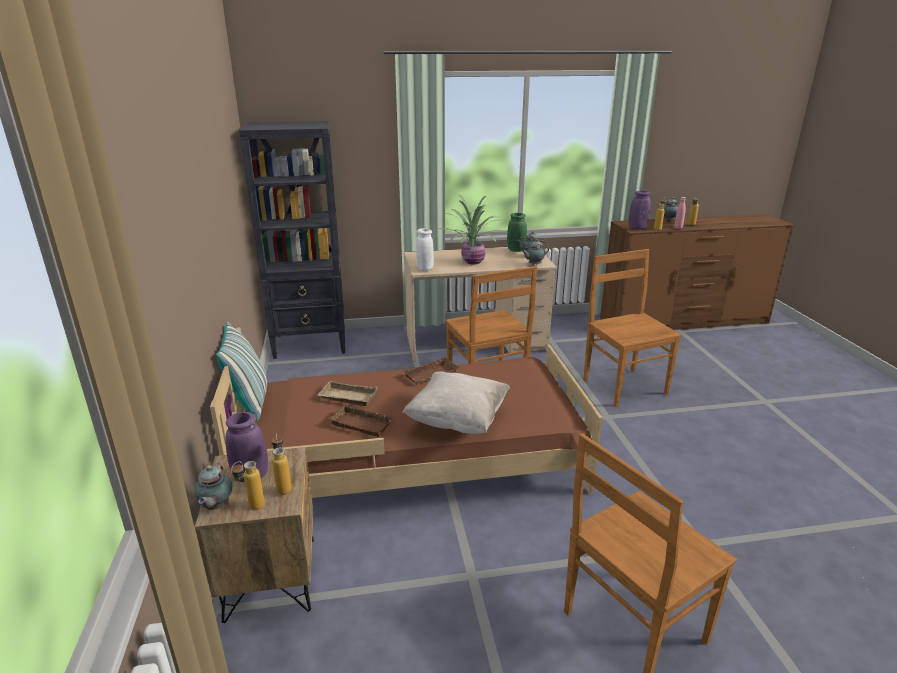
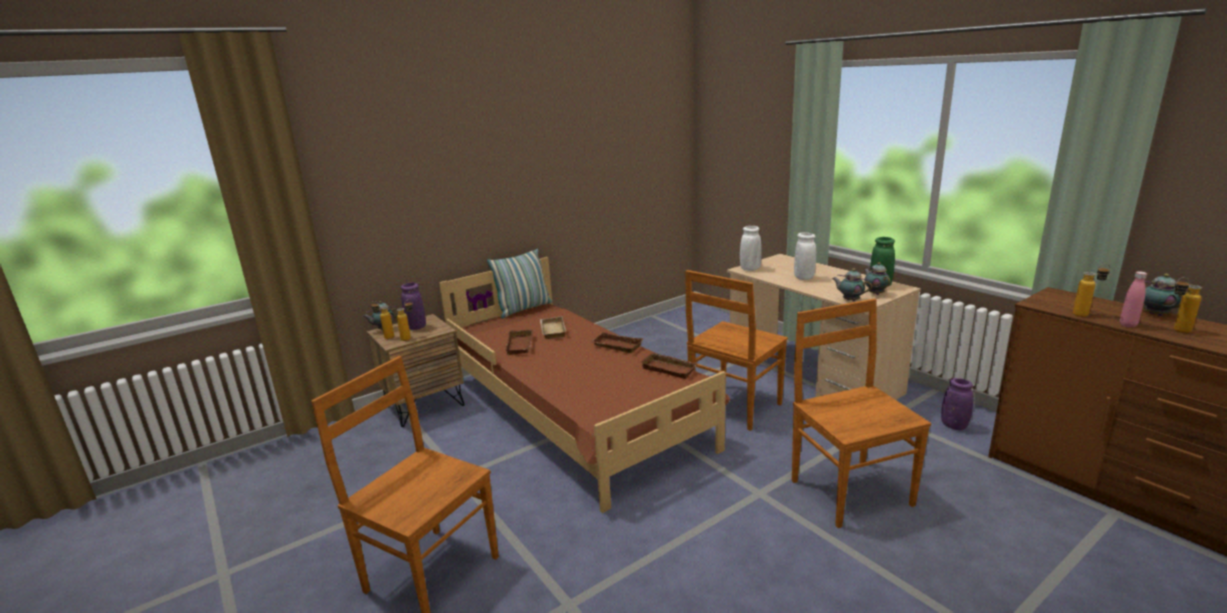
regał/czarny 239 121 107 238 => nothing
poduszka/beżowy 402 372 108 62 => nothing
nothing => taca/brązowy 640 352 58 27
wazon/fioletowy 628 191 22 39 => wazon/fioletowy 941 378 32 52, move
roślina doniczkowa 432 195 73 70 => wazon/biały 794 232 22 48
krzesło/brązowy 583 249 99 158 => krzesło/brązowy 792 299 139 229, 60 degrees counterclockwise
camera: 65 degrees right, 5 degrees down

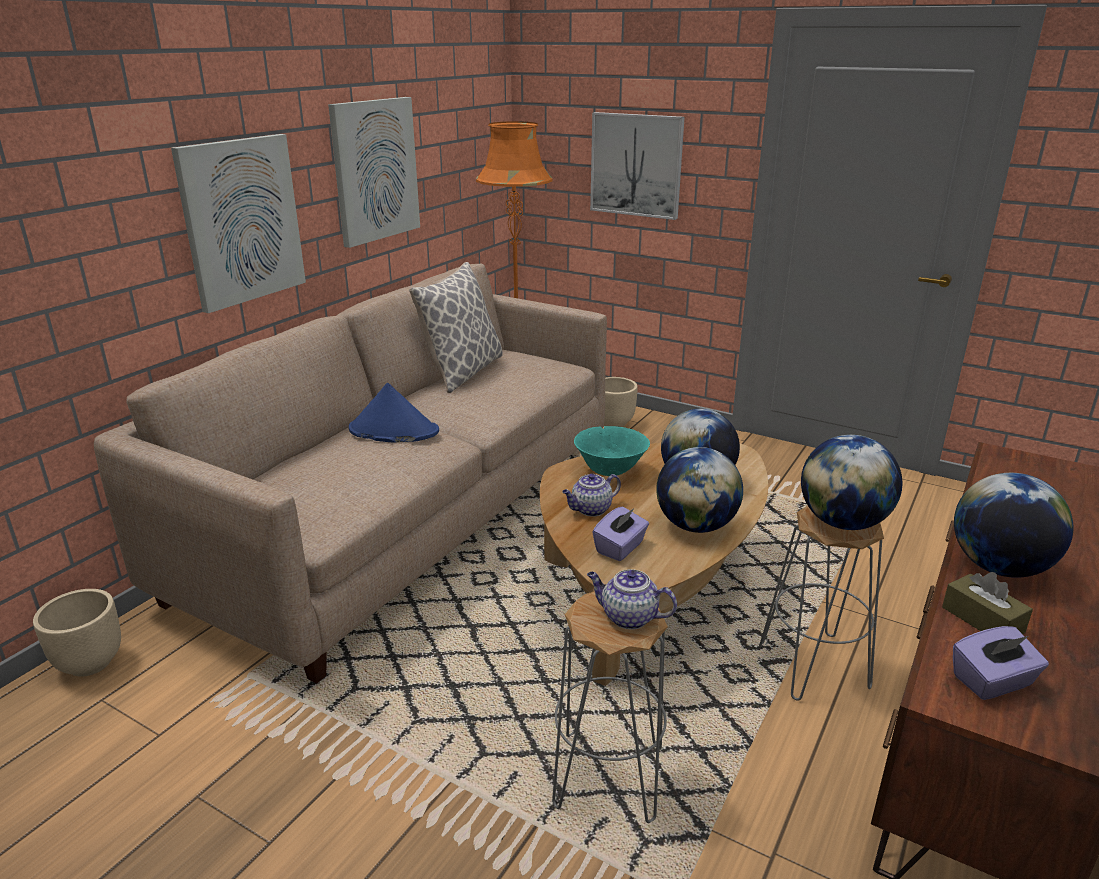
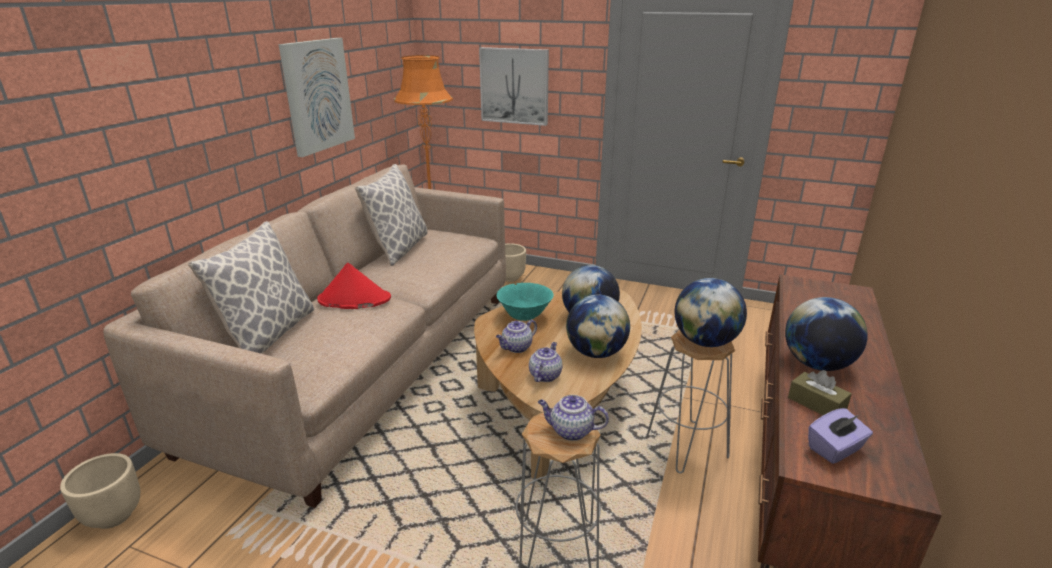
obraz 171 134 135 179 => nothing
nothing => poduszka 188 221 126 133
pudełko chusteczek/fioletowy 592 506 57 55 => imbryk 529 342 34 40
kapelusz/niebieski 349 383 90 59 => kapelusz/czerwony 317 263 74 46
camera: 10 degrees left, 0 degrees up

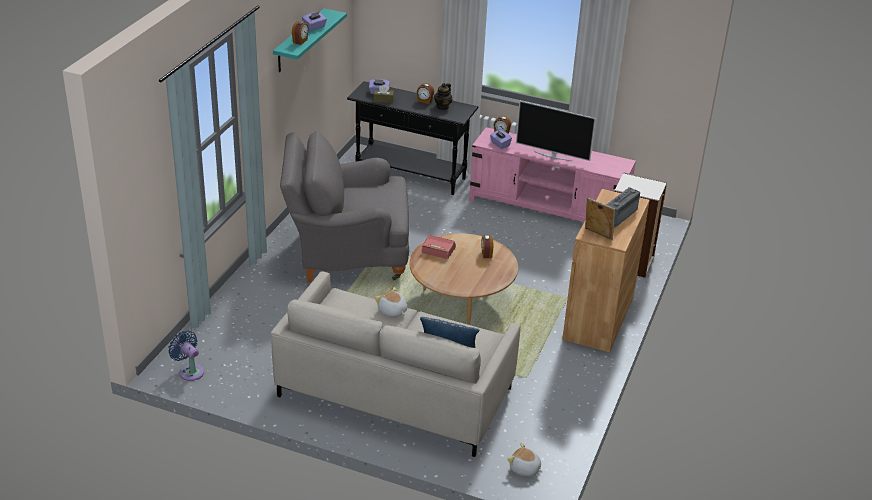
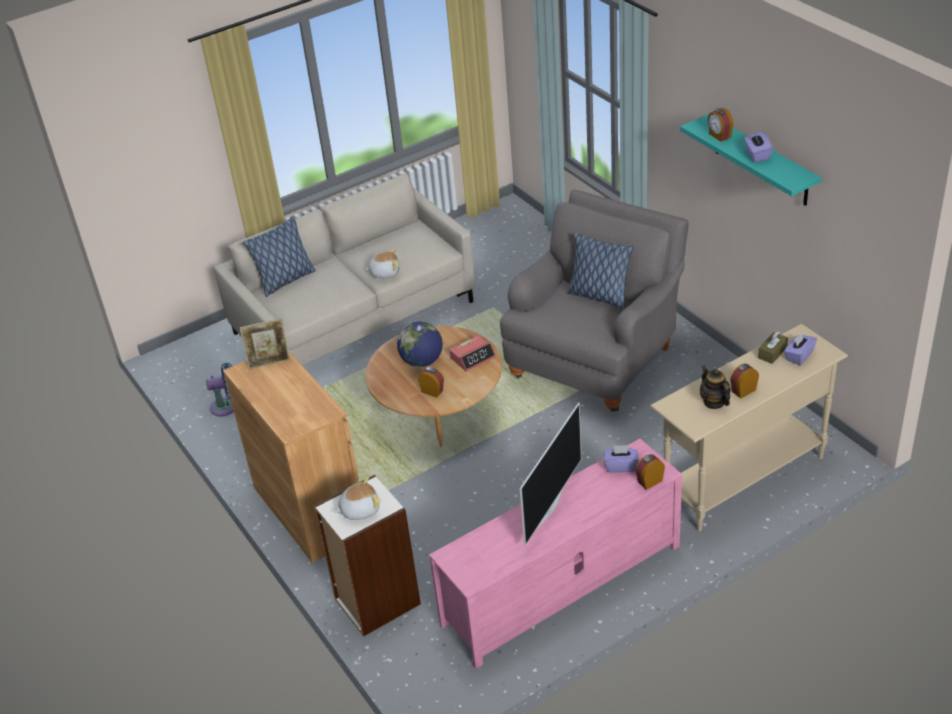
radio 606 187 34 41 => nothing
nothing => globus 397 322 46 45
nothing => poduszka 567 233 66 76
wentylator/niebieski 168 331 36 50 => wentylator/niebieski 206 363 28 54, move
pluszak 507 443 36 33 => pluszak 335 476 46 44, move
stolik konsolowy/czarny 347 81 132 114 => stolik konsolowy/beżowy 650 324 198 208
telewizor 516 101 80 60 => telewizor 520 402 62 144, 150 degrees clockwise
camera: 130 degrees right, 5 degrees up

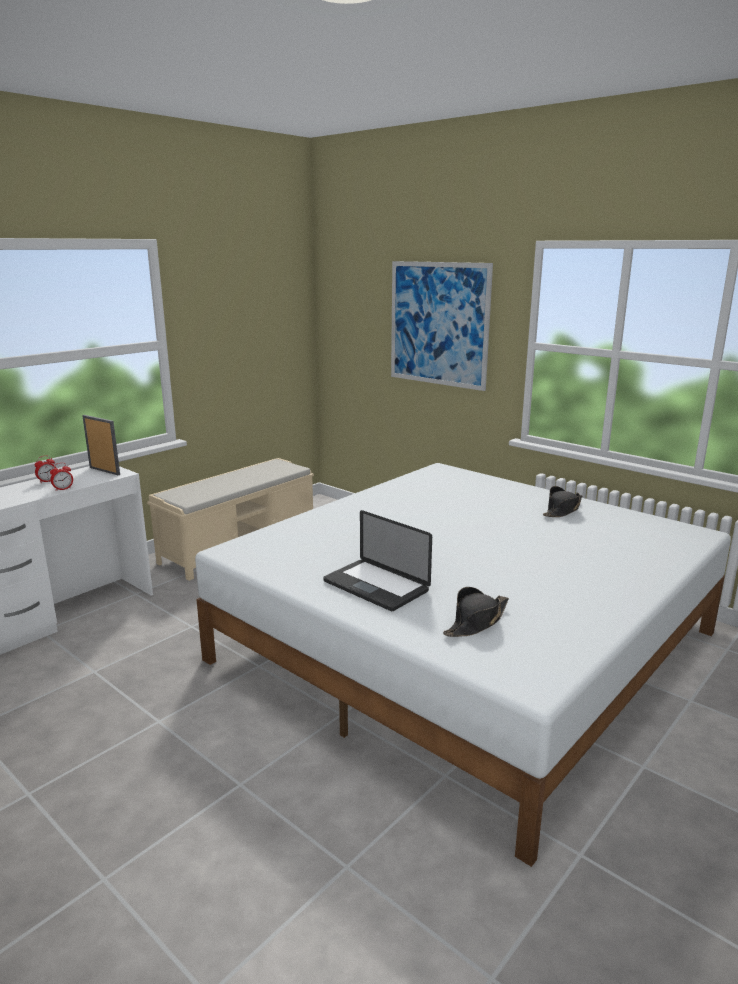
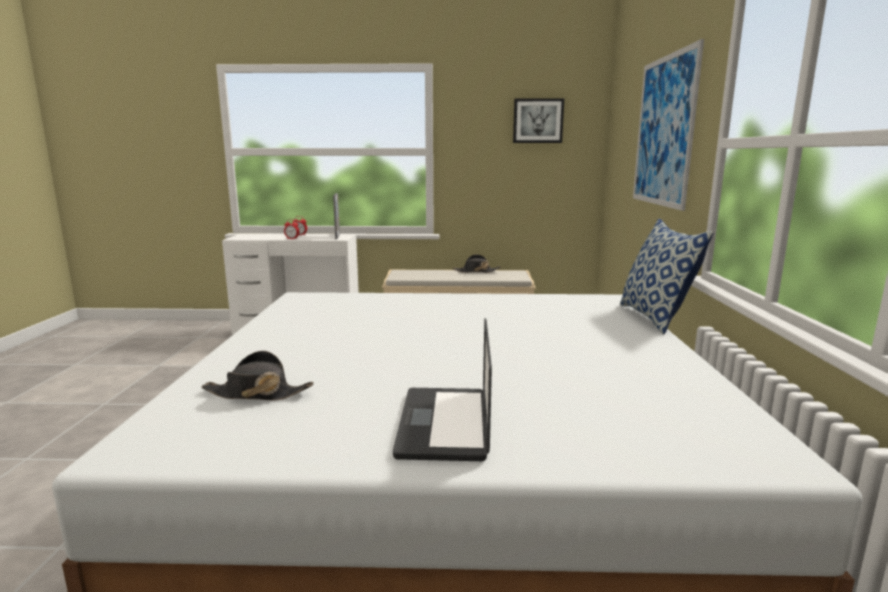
nothing => obraz 513 98 51 45
nothing => poduszka 620 219 94 115
laptop 323 510 109 101 => laptop 393 318 99 143, move
kapelusz/czarny 543 486 39 31 => kapelusz/czarny 453 254 48 19, move
camera: 50 degrees right, 5 degrees down

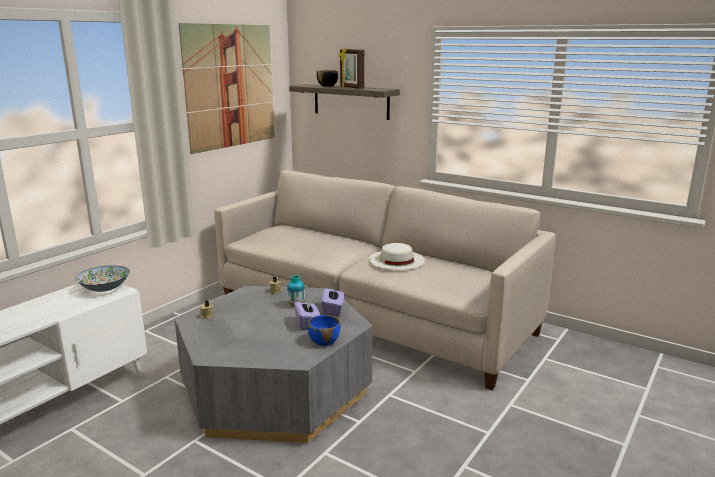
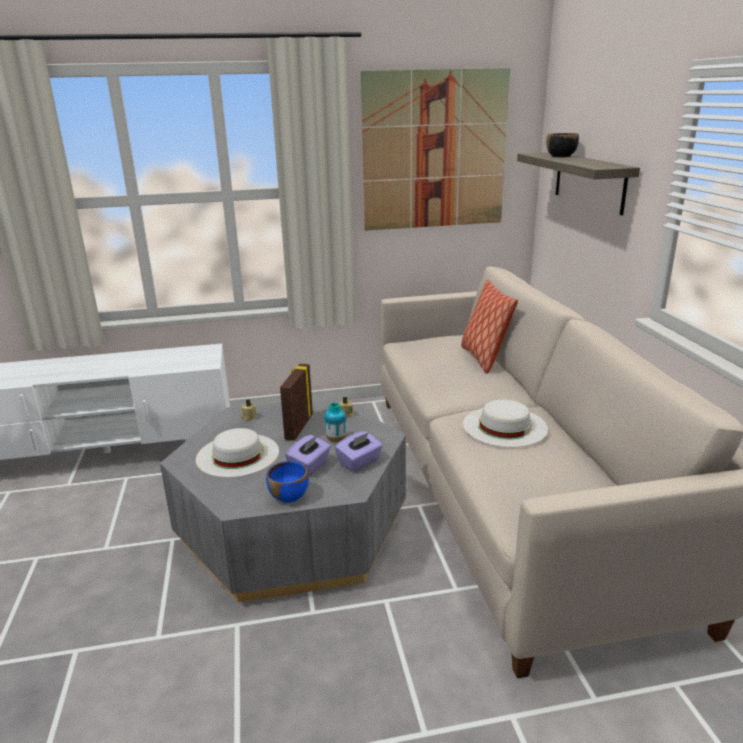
miska 75 265 55 27 => nothing
nothing => kapelusz/biały 196 428 83 49
nothing => poduszka 461 280 57 94
ramka na zdjęcie 339 48 25 41 => ramka na zdjęcie 280 363 33 78, move
camera: 45 degrees right, 5 degrees up

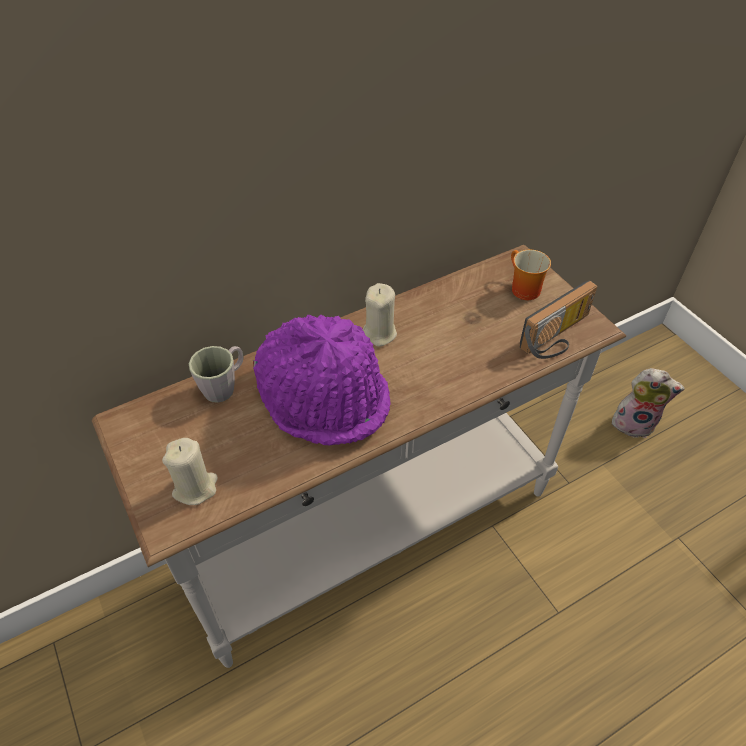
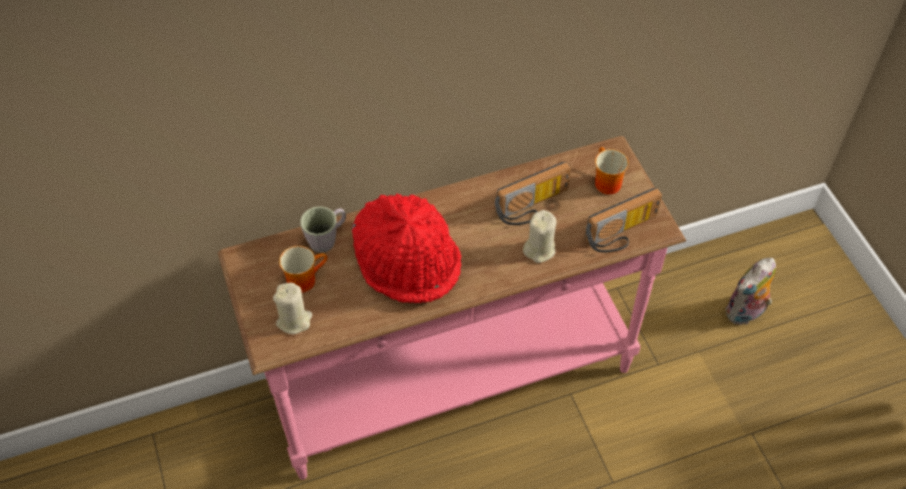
nothing => kubek 279 246 48 47
nothing => radio 495 162 76 63
świeca/beżowy 363 283 34 64 => świeca/beżowy 523 210 34 53, move
stolik konsolowy/biały 92 245 534 423 => stolik konsolowy/różowy 218 136 468 344
kapelusz/fioletowy 253 314 138 131 => kapelusz/czerwony 352 193 110 110
pluszak 612 368 73 70 => pluszak 725 258 51 67, 120 degrees clockwise
camera: 10 degrees right, 5 degrees up

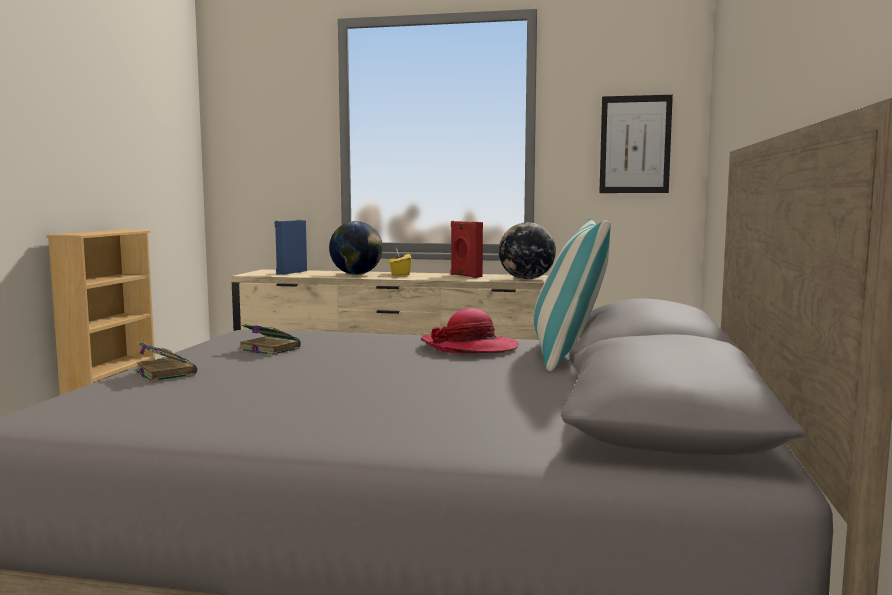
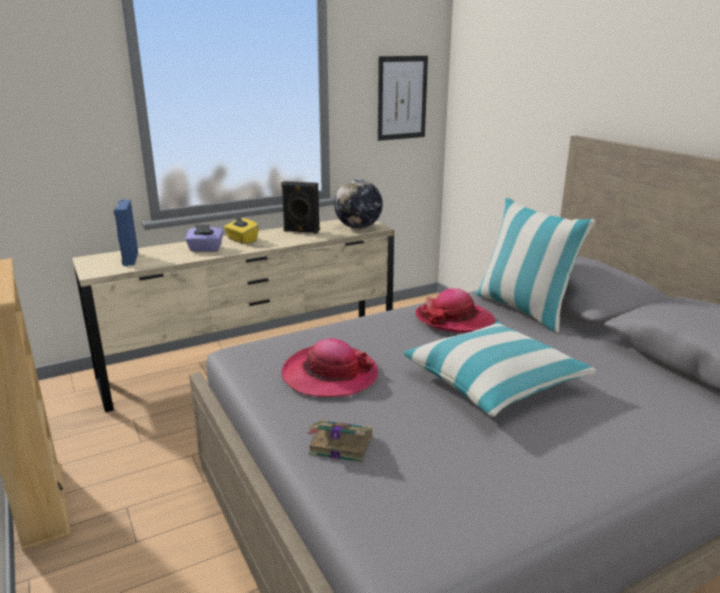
nothing => poduszka 404 321 192 96
książka 238 324 63 31 => kapelusz 281 339 97 58
globus 329 221 54 54 => pudełko chusteczek/fioletowy 185 224 38 28
głośnik/czerwony 451 221 32 57 => głośnik/czarny 281 181 38 53
camera: 40 degrees left, 15 degrees up

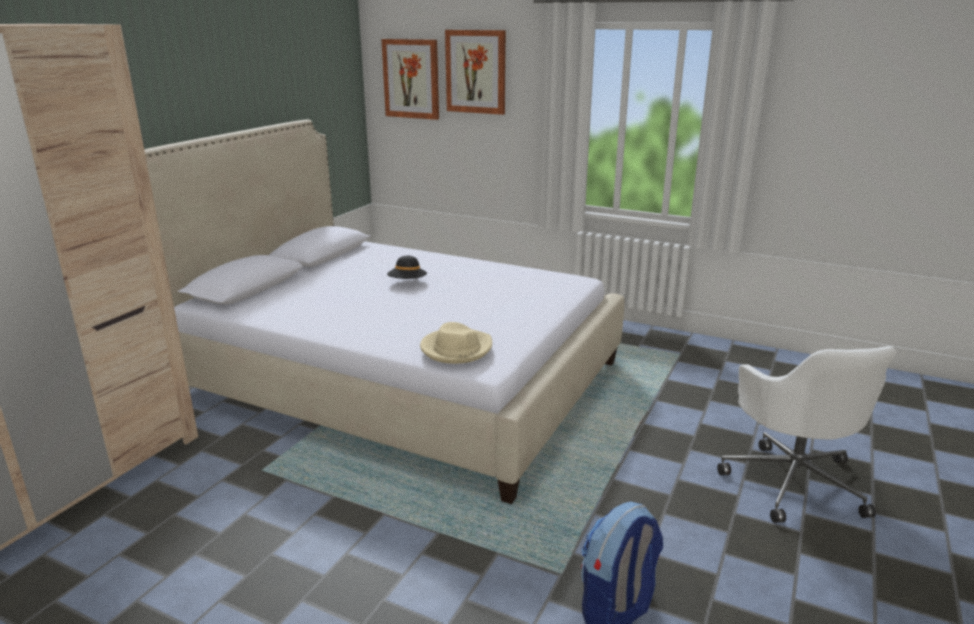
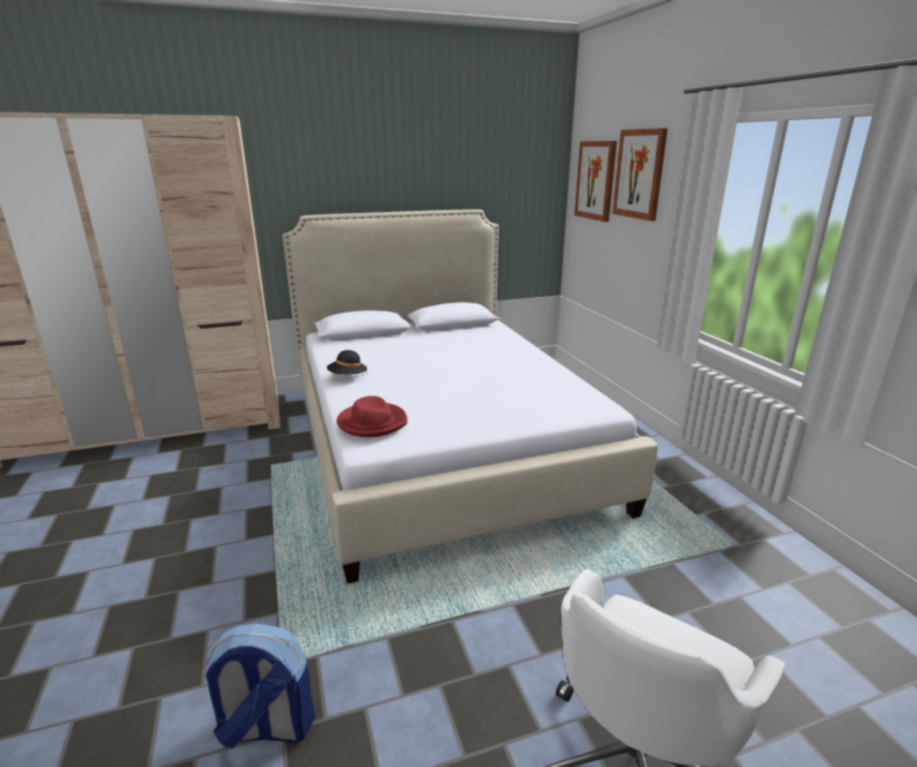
kapelusz/czarny 387 256 40 23 => kapelusz/czarny 327 350 40 25, move
kapelusz/beżowy 420 322 72 42 => kapelusz/czerwony 337 396 70 41
camera: 45 degrees right, 0 degrees up

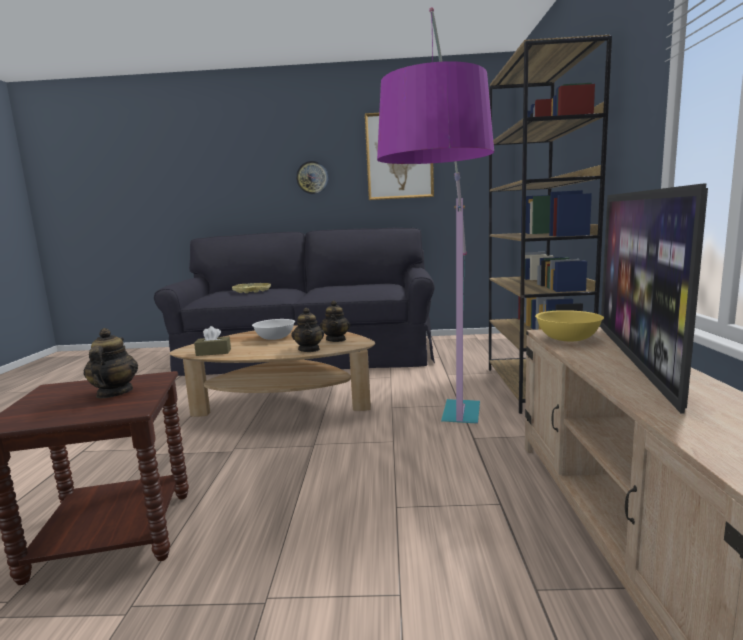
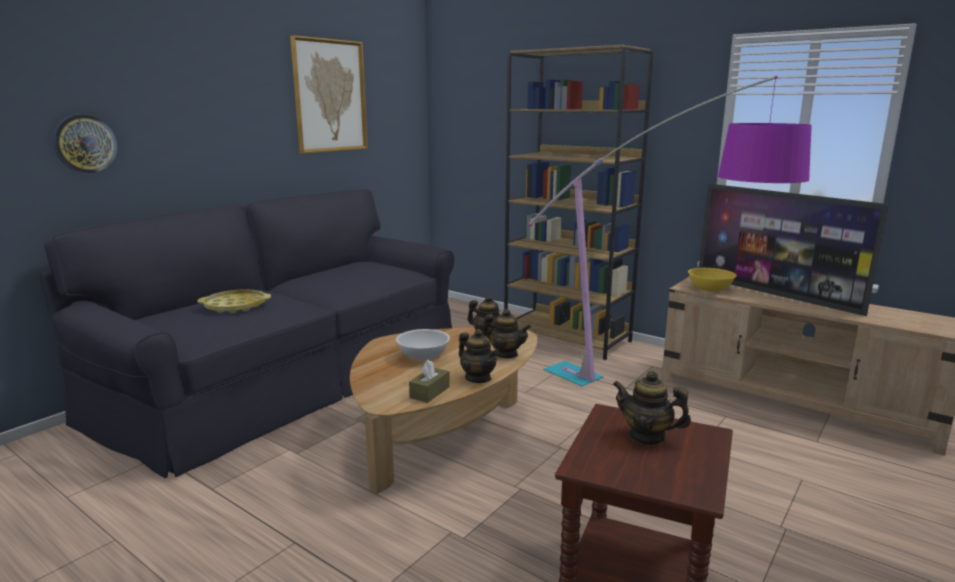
nothing => imbryk 459 329 40 54
zegar ścienny 296 161 32 33 => zegar ścienny 53 114 65 59, move
camera: 55 degrees left, 5 degrees up

